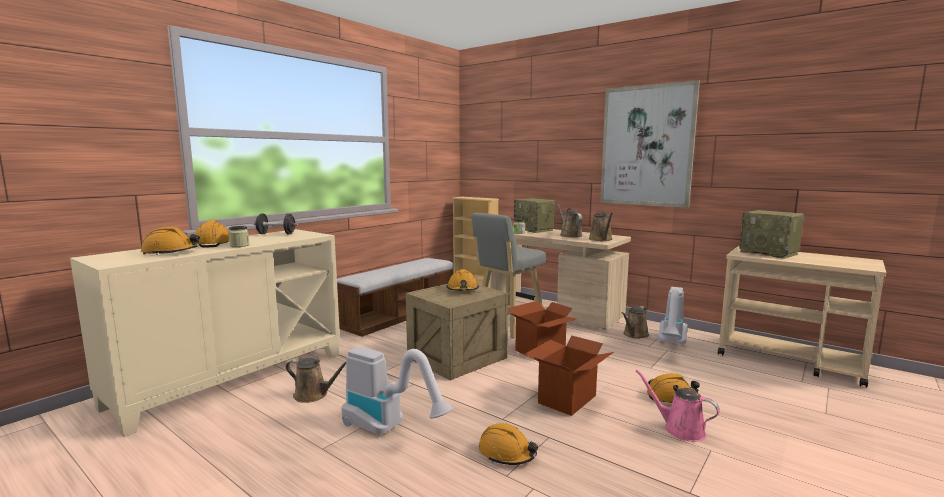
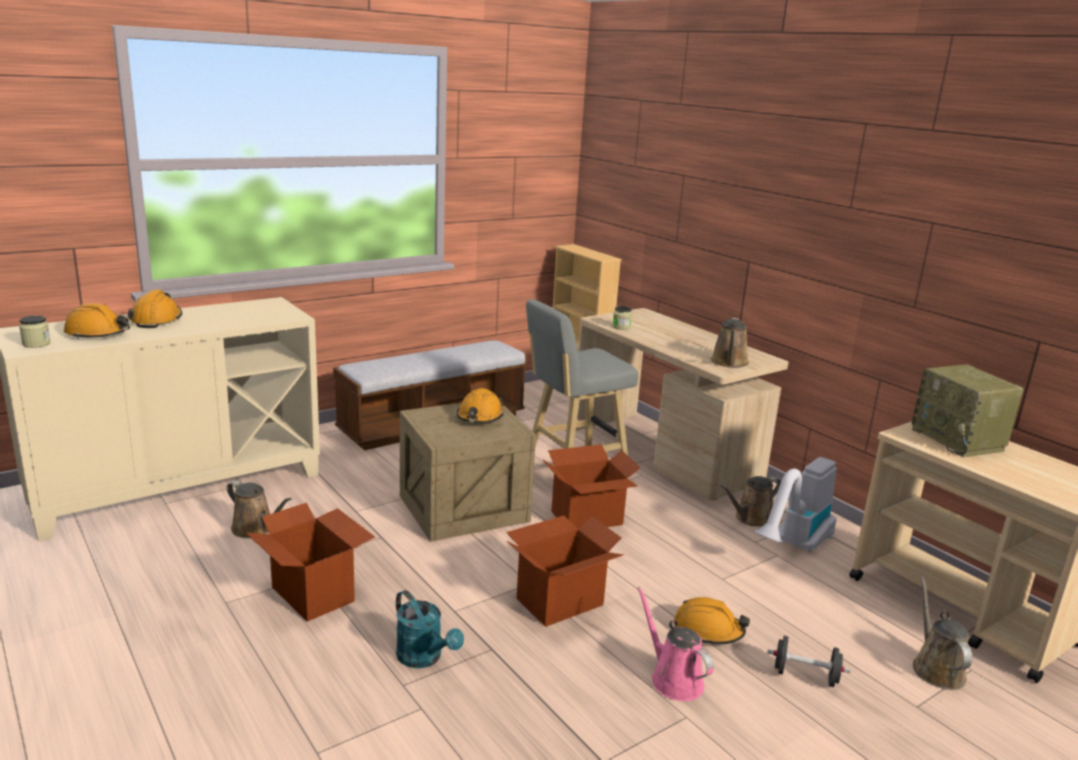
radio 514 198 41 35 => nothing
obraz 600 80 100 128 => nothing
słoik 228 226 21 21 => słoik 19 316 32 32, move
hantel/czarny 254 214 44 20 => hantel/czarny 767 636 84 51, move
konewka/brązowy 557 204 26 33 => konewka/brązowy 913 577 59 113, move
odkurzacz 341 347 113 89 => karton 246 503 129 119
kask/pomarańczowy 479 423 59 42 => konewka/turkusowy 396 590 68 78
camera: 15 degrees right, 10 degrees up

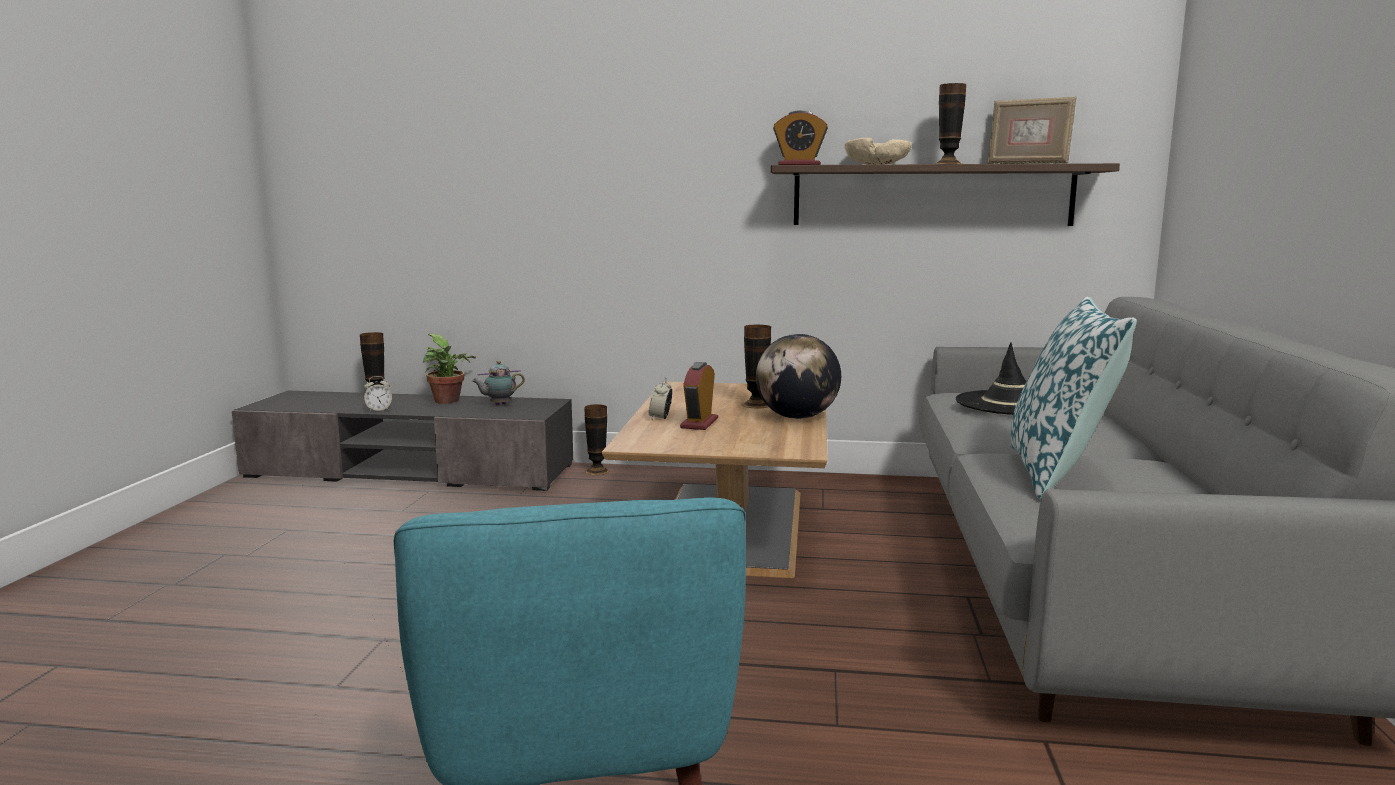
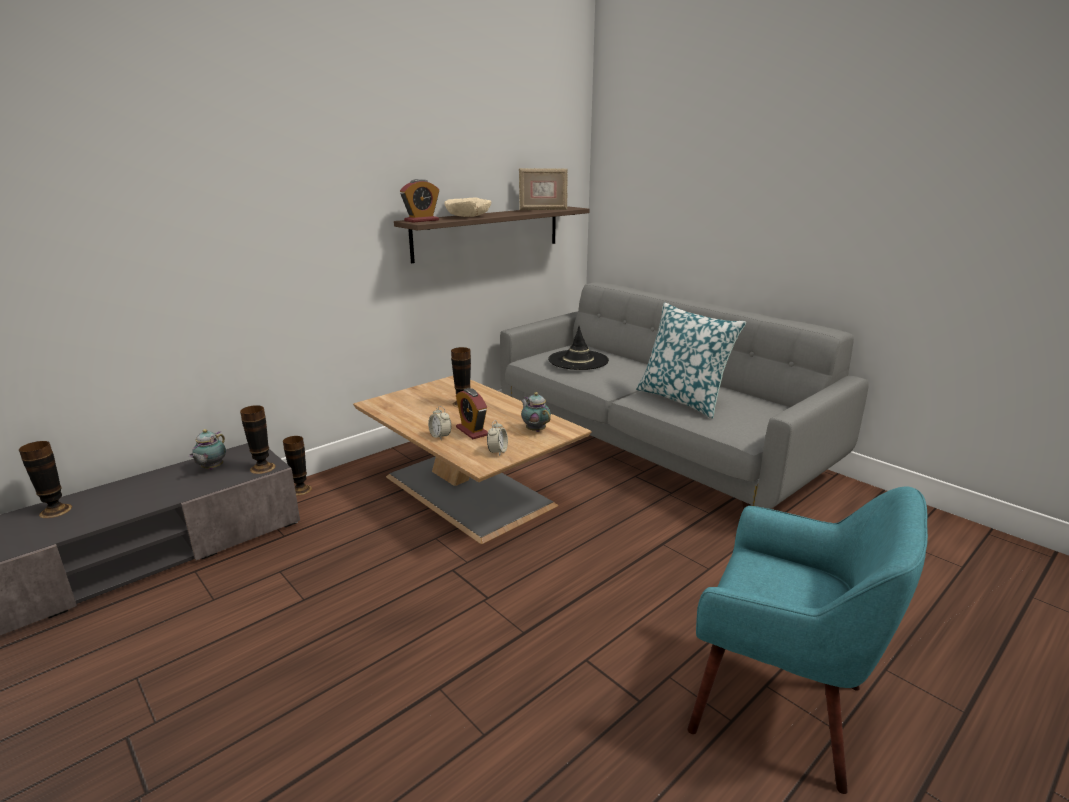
roślina doniczkowa 423 334 53 70 => nothing
globus 756 334 85 85 => nothing
nothing => imbryk 521 392 30 40
budzik 364 376 28 37 => budzik 487 420 21 36, move
wazon 936 83 30 81 => wazon 240 405 36 69, move
camera: 50 degrees left, 10 degrees up

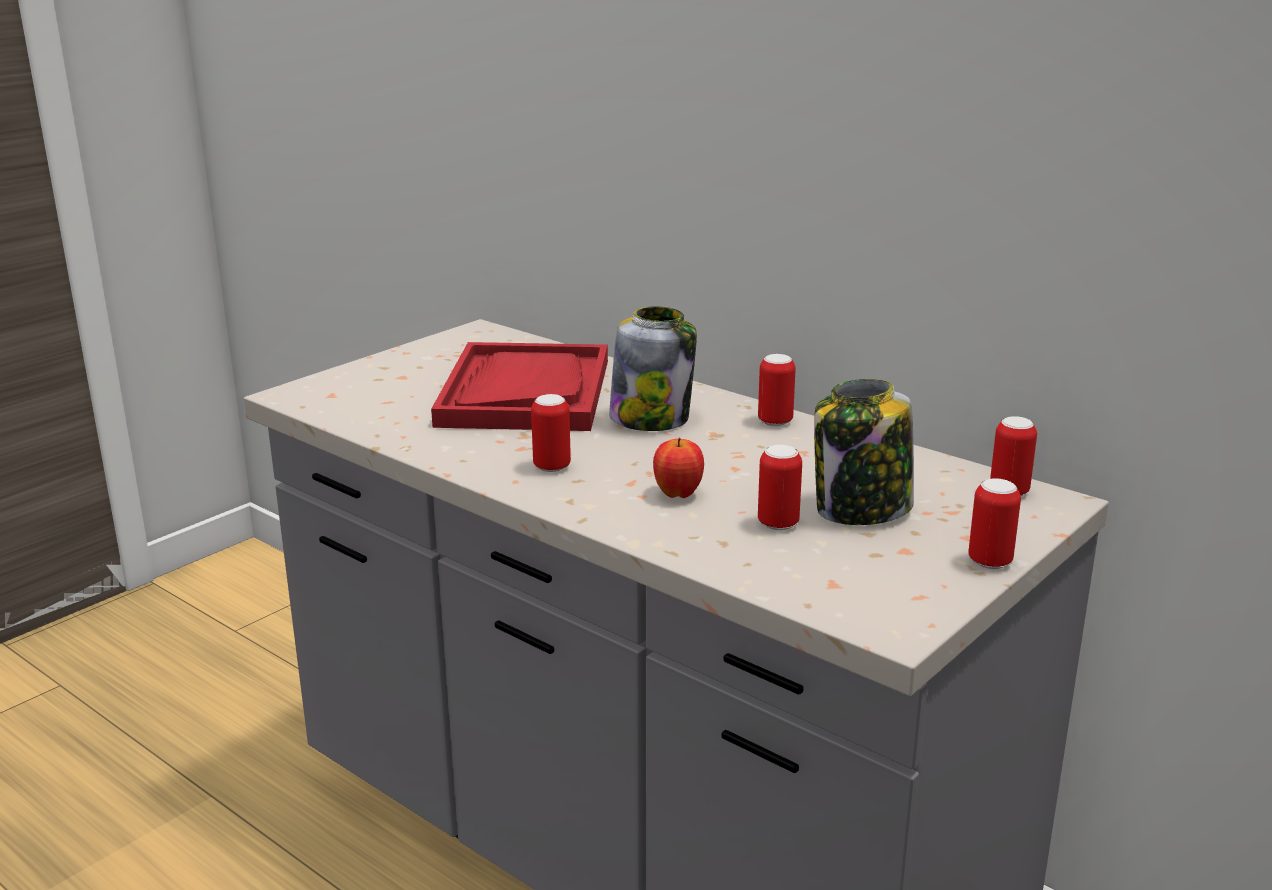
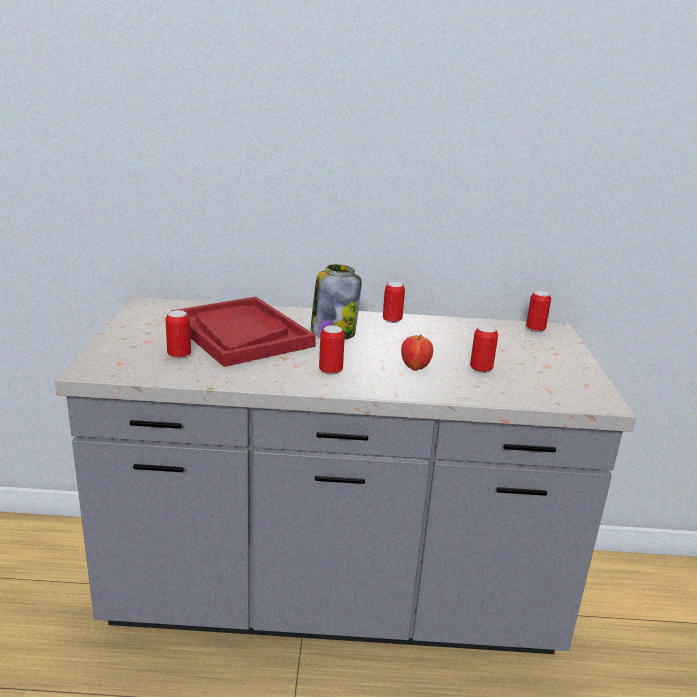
słoik 814 379 100 146 => nothing
puszka 968 478 53 91 => puszka 165 310 26 49, move
camera: 40 degrees left, 0 degrees up

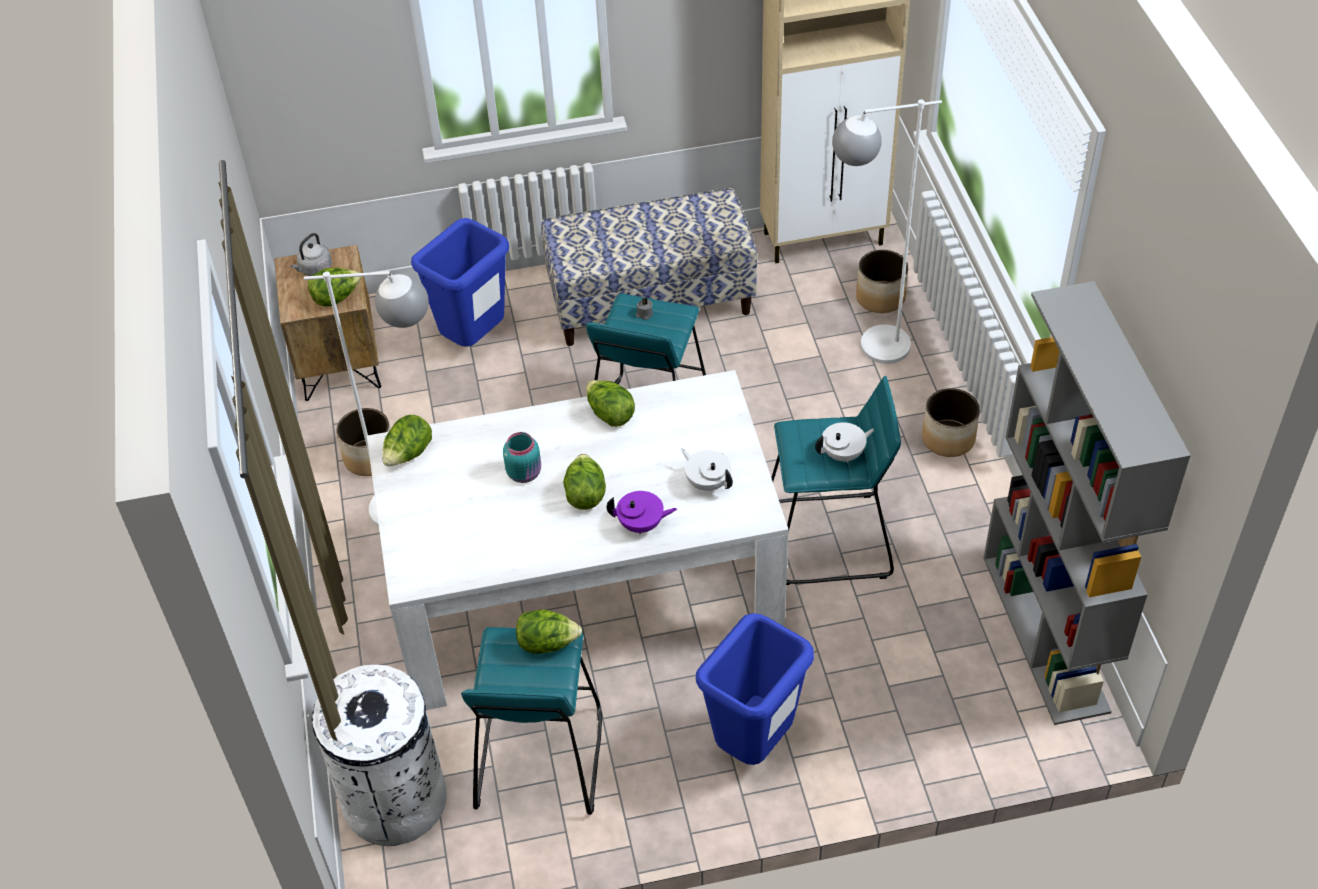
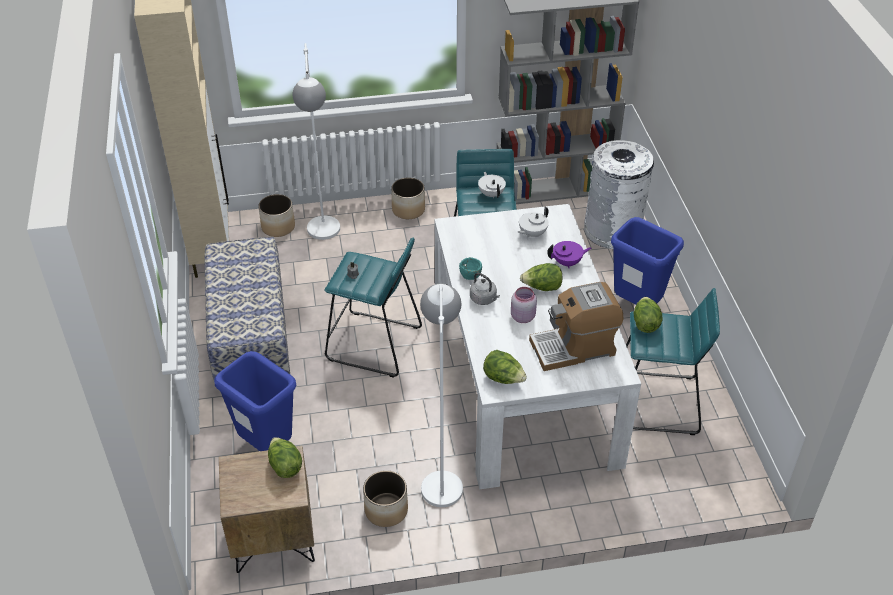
nothing => ekspres do kawy 529 282 94 89
czajnik/szary 291 233 41 43 => czajnik/szary 470 273 30 32, move
kosz na śmieci/biały 307 665 140 181 => kosz na śmieci/biały 584 140 70 109, move
sałata 586 380 49 47 => miska/turkusowy 459 257 23 23
słoik/turkusowy 503 432 38 51 => słoik/różowy 511 287 26 36
imbryk/fioletowy 607 491 70 44 => imbryk/fioletowy 547 241 44 27, 75 degrees clockwise
camera: 90 degrees left, 5 degrees down

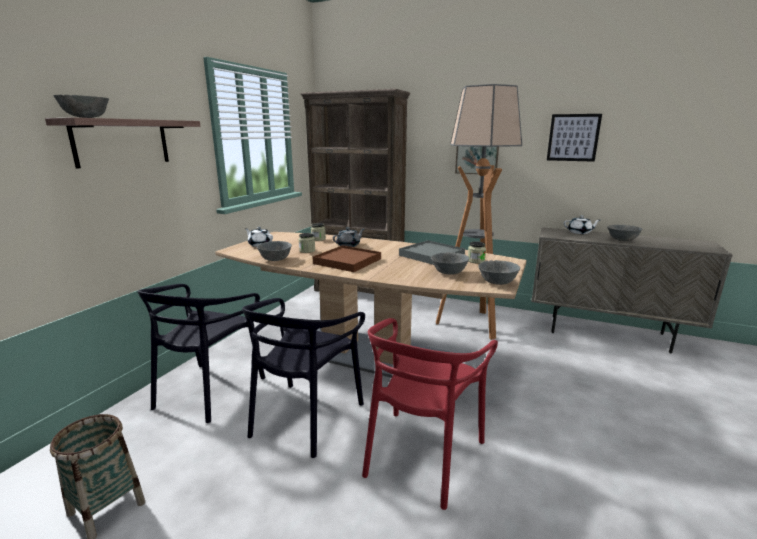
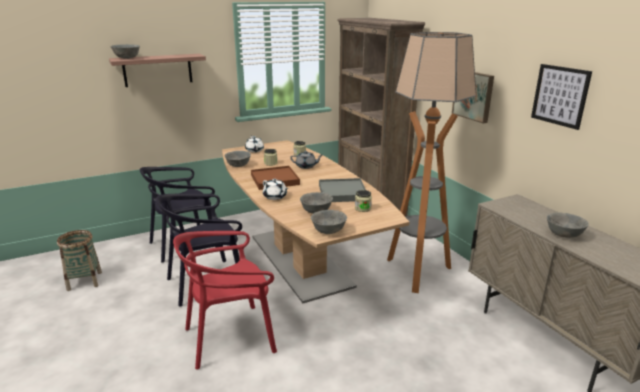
imbryk/biały 564 216 36 18 => imbryk/biały 263 179 26 21, move
camera: 40 degrees right, 5 degrees up

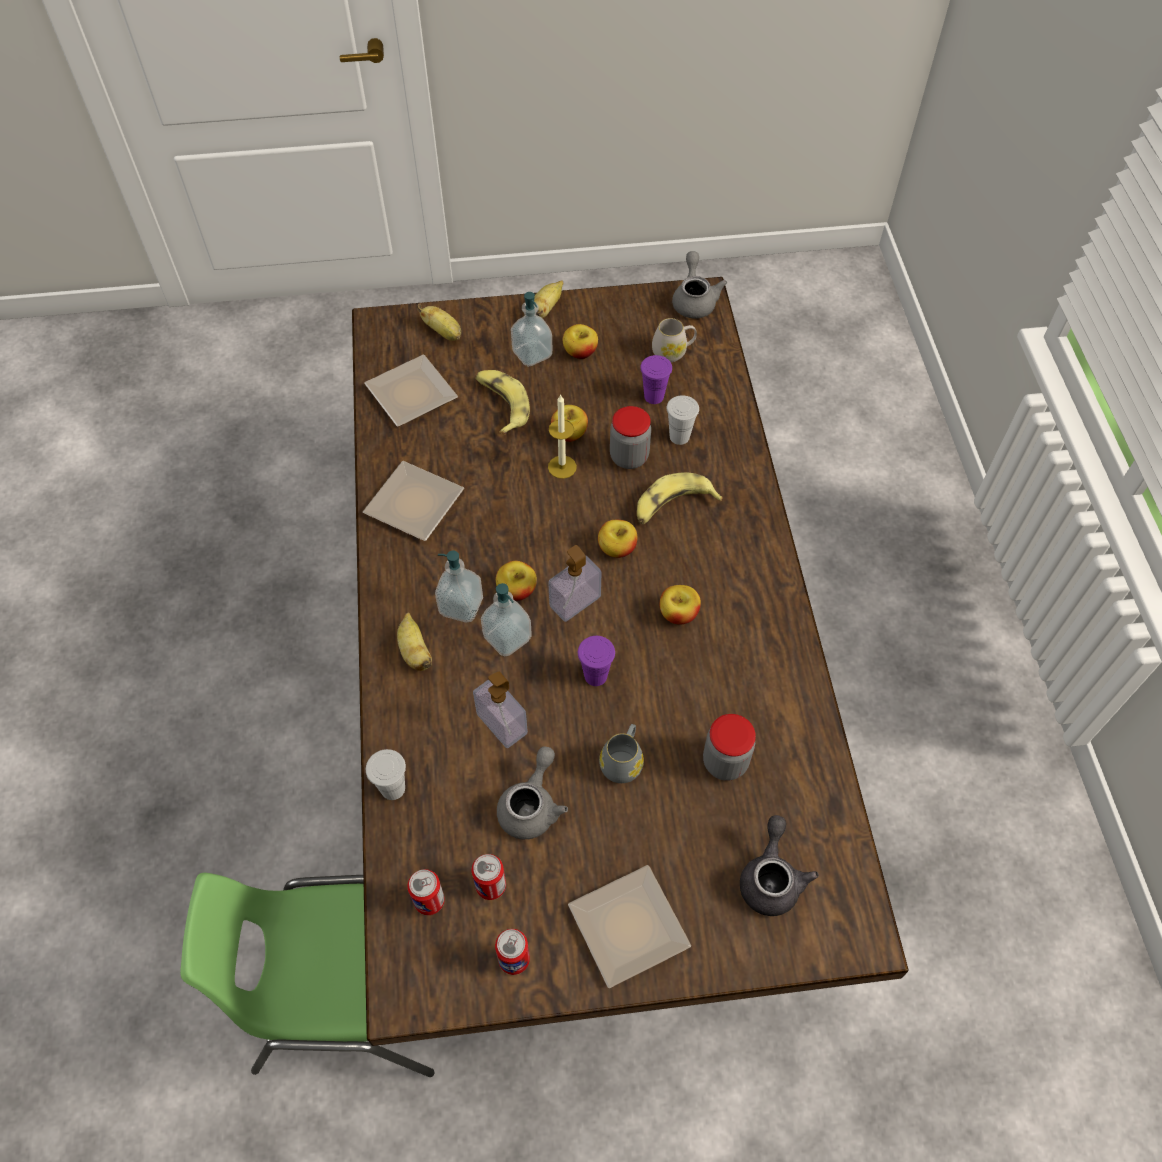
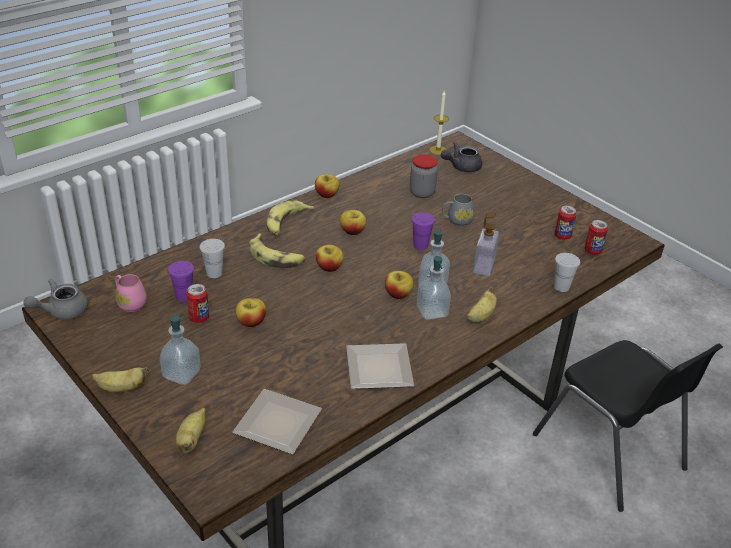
imbryk/szary 497 747 71 92 => nothing
dozownik mydła 548 545 54 77 => nothing
talerz 568 865 123 123 => nothing
słoik 610 406 41 63 => nothing
banan 475 370 55 65 => banan 266 200 48 36, move
puszka 495 929 35 46 => puszka 186 284 23 39, move
świeca 548 394 29 85 => świeca 429 91 20 64, move
jabłko 563 324 35 35 => jabłko 315 174 24 24, move
krzesło/zielony 180 873 254 204 => krzesło/czarny 533 340 190 172
kubek/biały 652 318 45 44 => kubek/różowy 115 274 32 38
camera: 125 degrees left, 20 degrees down

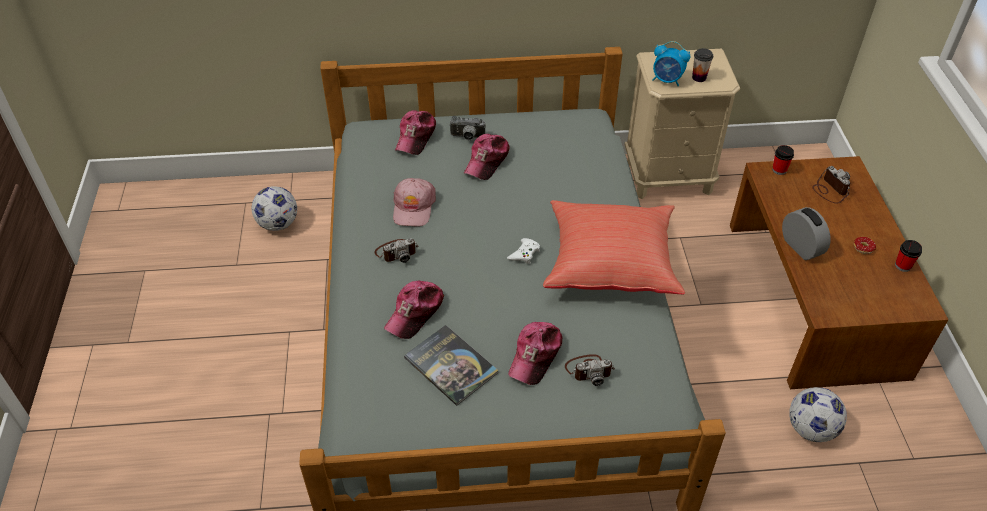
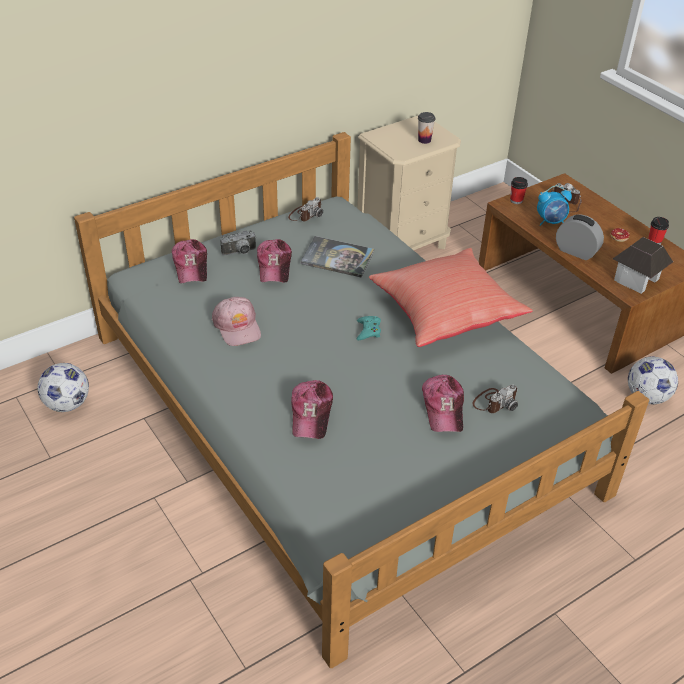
nothing => domek 613 237 60 57
aparat fotograficzny 375 238 43 25 => aparat fotograficzny 288 197 35 24, move
książka 404 325 95 81 => książka 301 236 73 42, move
budzik 652 41 38 45 => budzik 537 185 35 41, move
pad do gier/biały 507 238 33 26 => pad do gier/turkusowy 357 316 24 24
camera: 30 degrees left, 5 degrees down

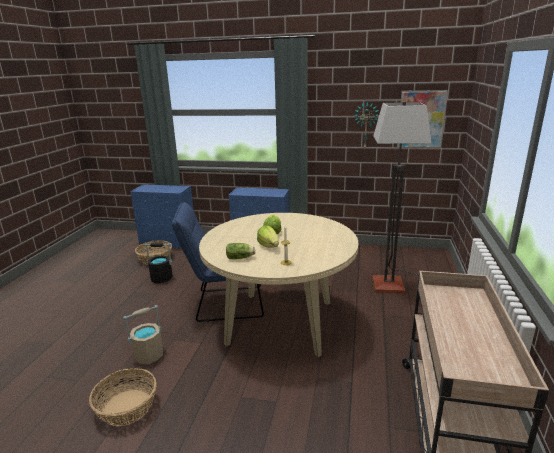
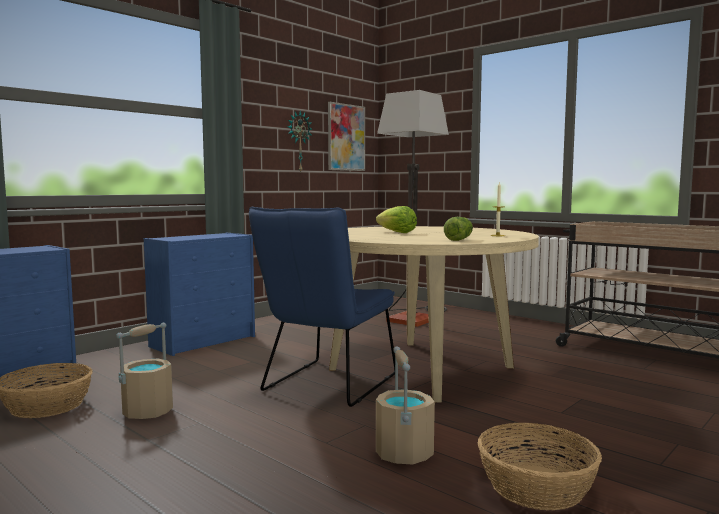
sałata 257 225 22 23 => nothing
wiadro/czarny 145 243 28 40 => wiadro/beżowy 116 323 57 96
camera: 60 degrees left, 15 degrees down

